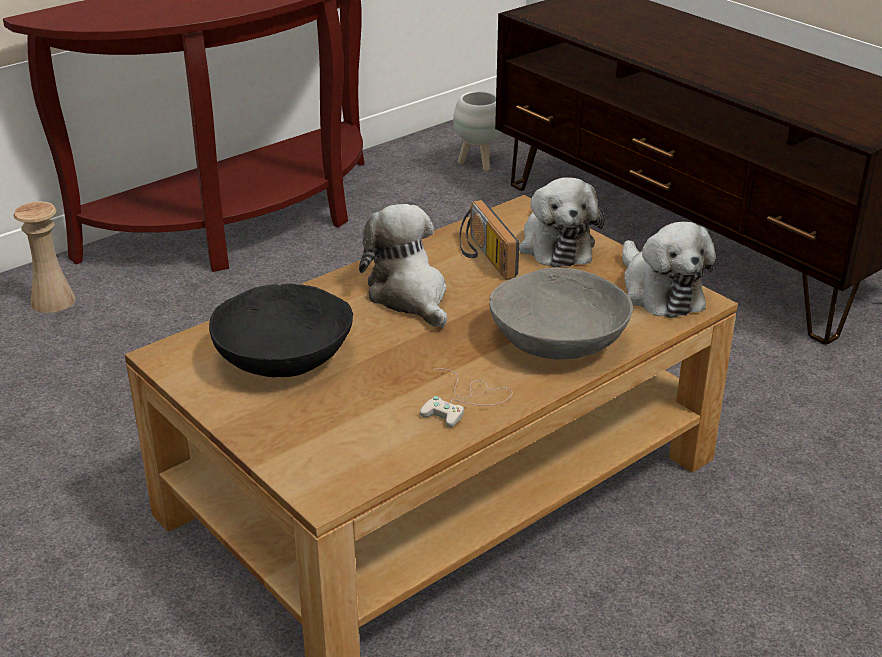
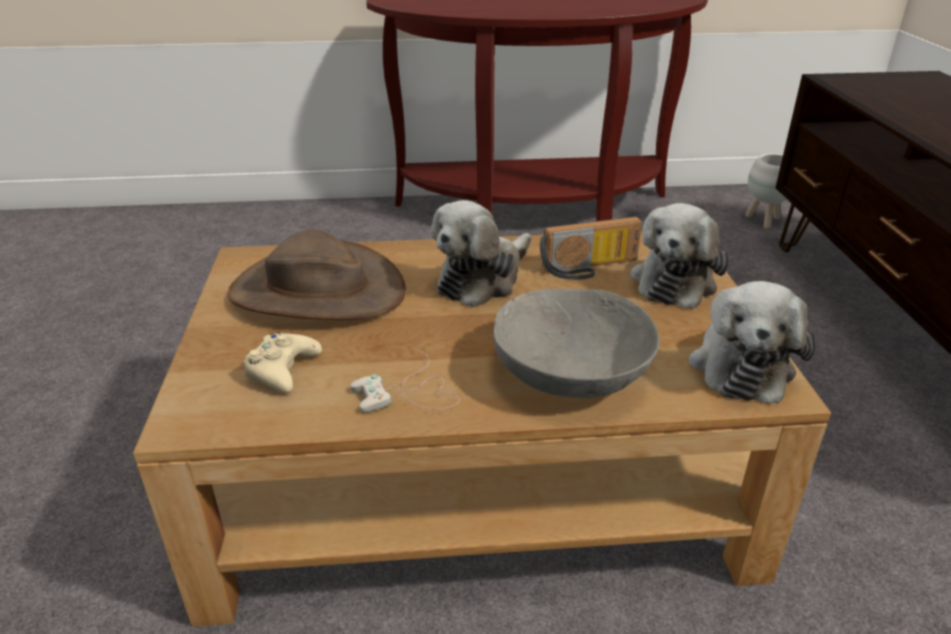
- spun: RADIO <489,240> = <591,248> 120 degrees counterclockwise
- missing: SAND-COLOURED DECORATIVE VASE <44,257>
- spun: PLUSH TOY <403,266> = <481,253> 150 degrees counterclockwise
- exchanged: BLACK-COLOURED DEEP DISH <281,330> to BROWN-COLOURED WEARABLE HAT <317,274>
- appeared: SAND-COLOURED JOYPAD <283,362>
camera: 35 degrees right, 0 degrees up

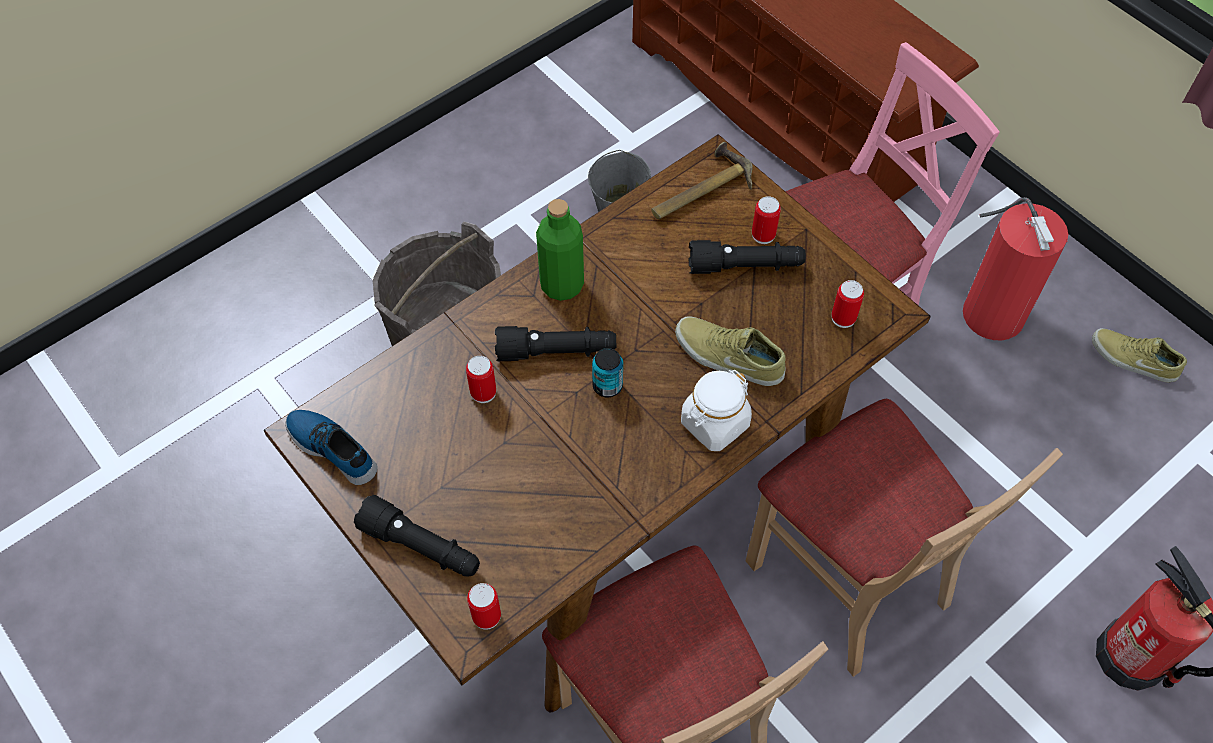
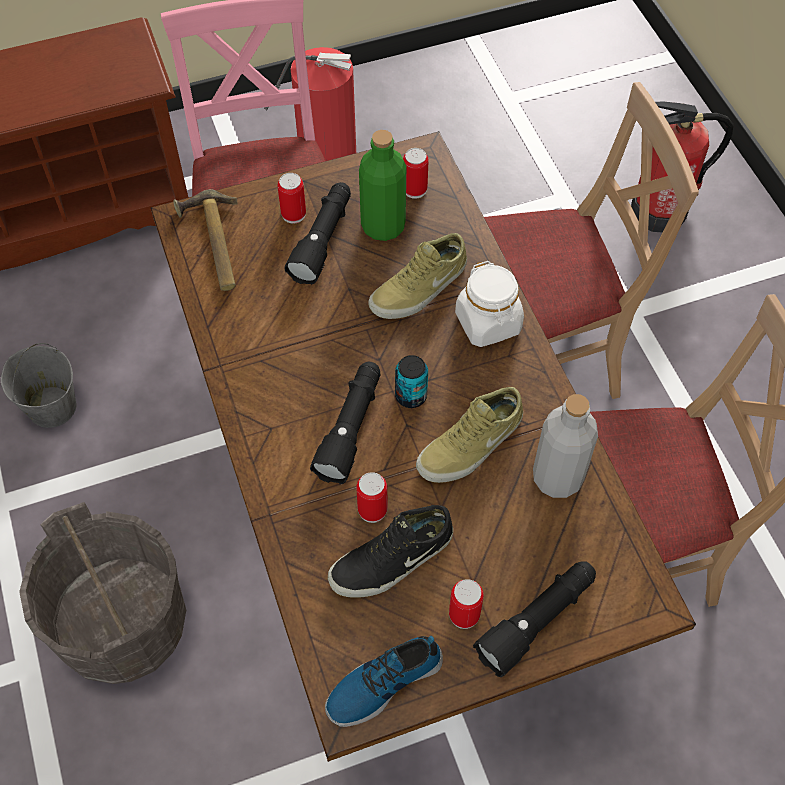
- relocated: GREEN-COLOURED DRINK BOTTLE <560,250> to <382,185>
- relocated: SAND-COLOURED SHOE <1139,355> to <469,435>
- relocated: METAL CAN <484,606> to <466,604>
- appeared: GRAY DRINK BOTTLE <565,446>
- appeared: BLACK-COLOURED SHOE <390,551>
camera: 70 degrees left, 0 degrees up

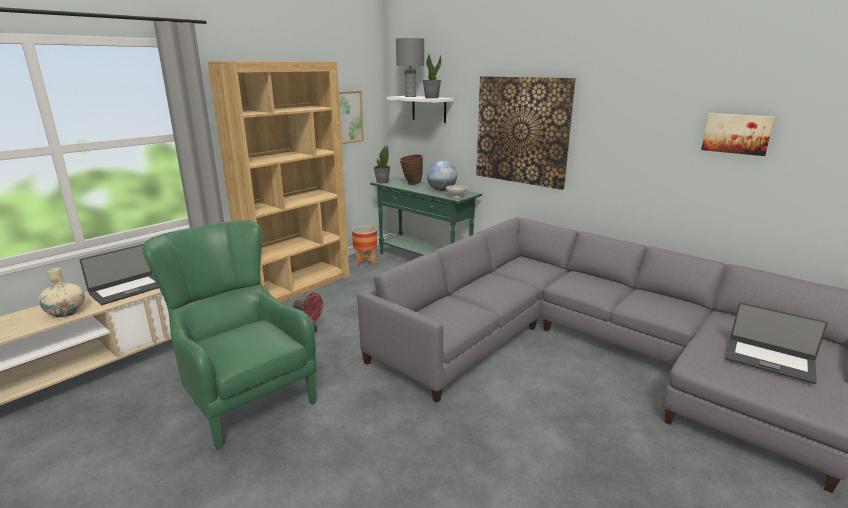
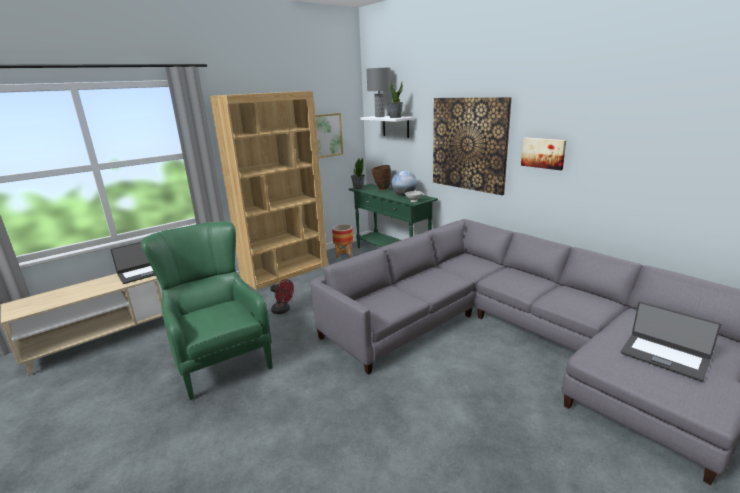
- relocated: WALL PICTURE <738,134> to <543,154>
- missing: SAND-COLOURED DECORATIVE VASE <61,292>
camera: 10 degrees right, 0 degrees up

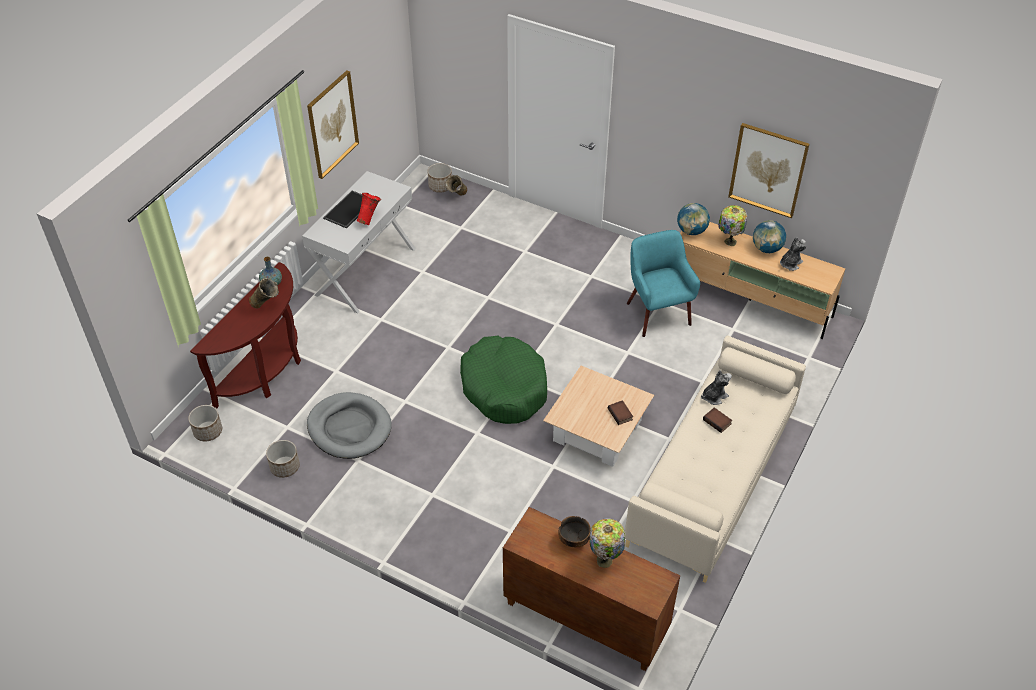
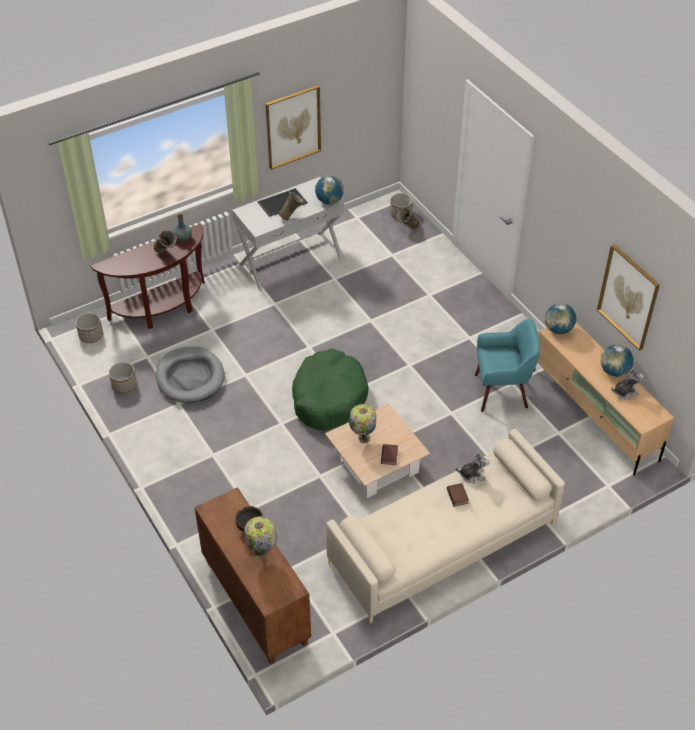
- colour: RED DECORATIVE VASE <369,209> to SAND-COLOURED DECORATIVE VASE <291,206>
- relocated: LAMP FOR A TABLE <733,225> to <362,424>
- spun: TURQUOISE-COLOURED EASY CHAIR <663,283> = <507,365> 75 degrees clockwise
- appeared: WORLD GLOBE <329,190>
camera: 30 degrees right, 0 degrees up

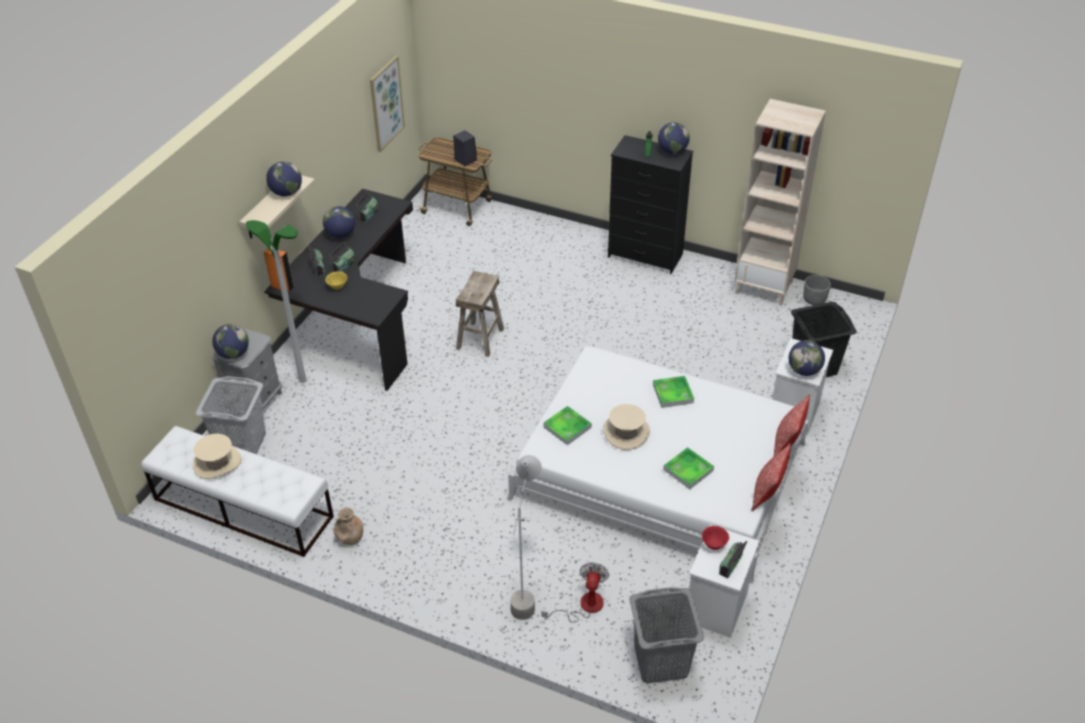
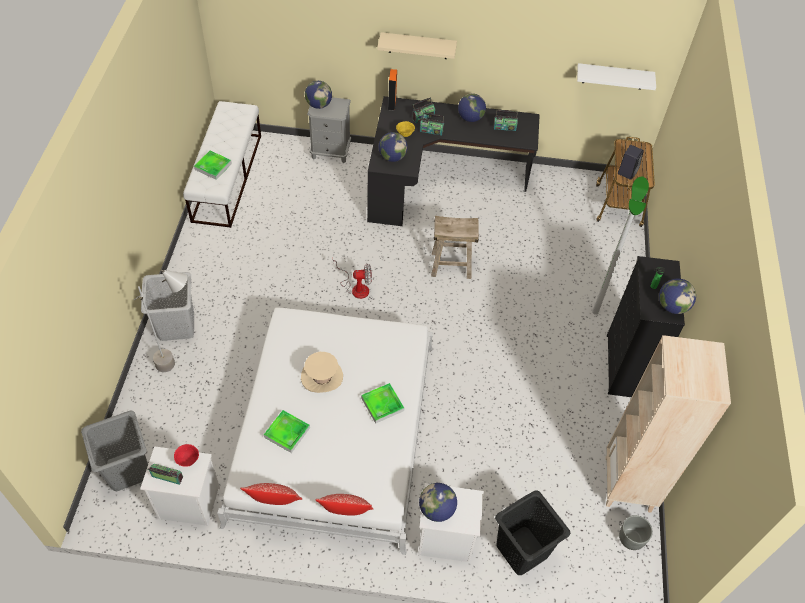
- exchanged: WALL PICTURE <387,104> to WHITE BRACKET SHELF <616,76>
- relocated: WORLD GLOBE <284,179> to <393,147>
- relocated: STANDING LAMP <276,301> to <620,246>
- relocated: GRAY WASHING BASKET <231,415> to <167,306>
- relocated: CARRYING TRAY <567,425> to <213,165>
- missing: SAND-COLOURED WEARABLE HAT <217,456>
- missing: BROWN-COLOURED DECORATIVE VASE <348,526>
- relocated: ELECTRIC FAN <575,592> to <352,279>
camera: 70 degrees right, 10 degrees up

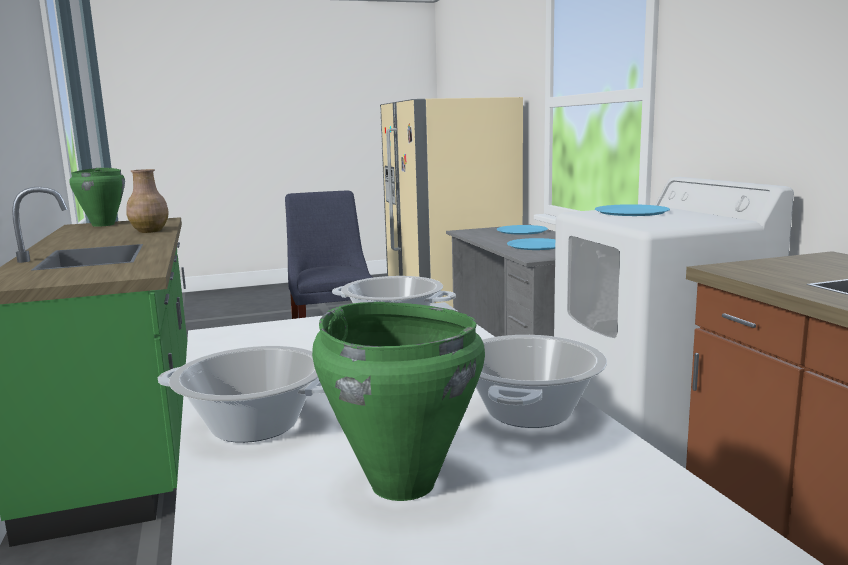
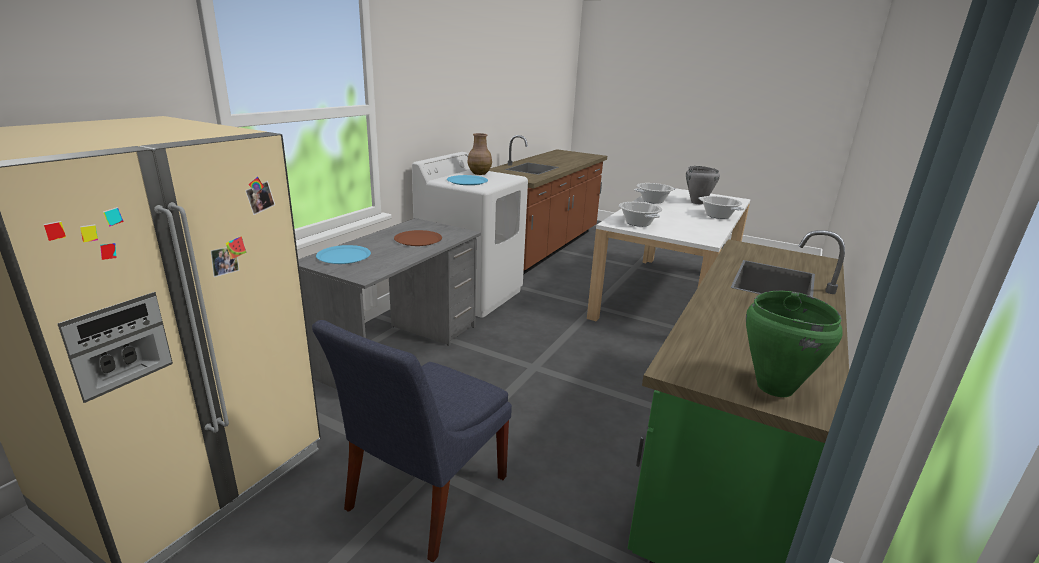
- relocated: BROWN-COLOURED DECORATIVE VASE <147,201> to <480,154>
- colour: BLUE PLATE <531,244> to BROWN-COLOURED PLATE <418,238>
- colour: GREEN-COLOURED STOCKPOT <398,401> to GRAY STOCKPOT <703,185>
camera: 135 degrees left, 10 degrees up

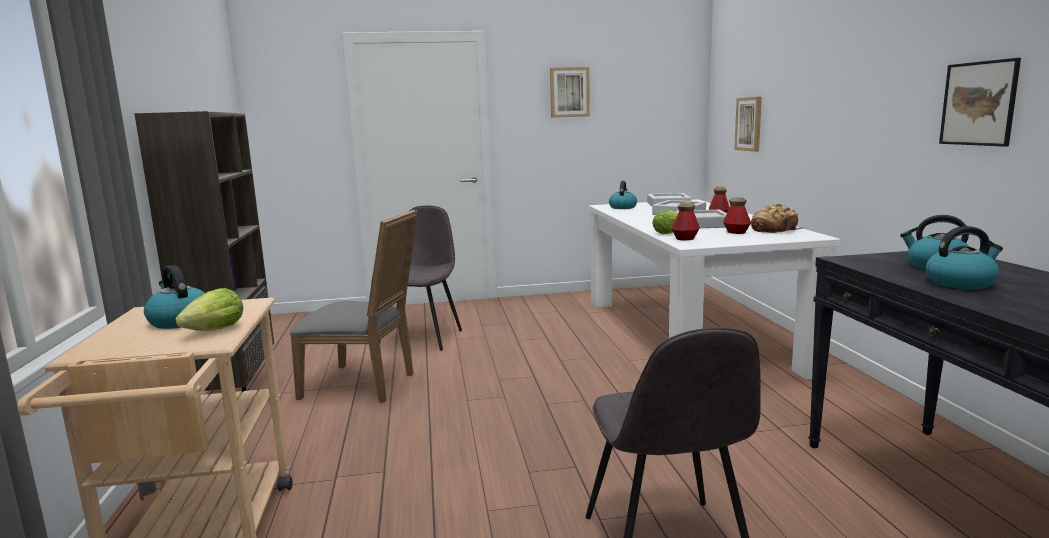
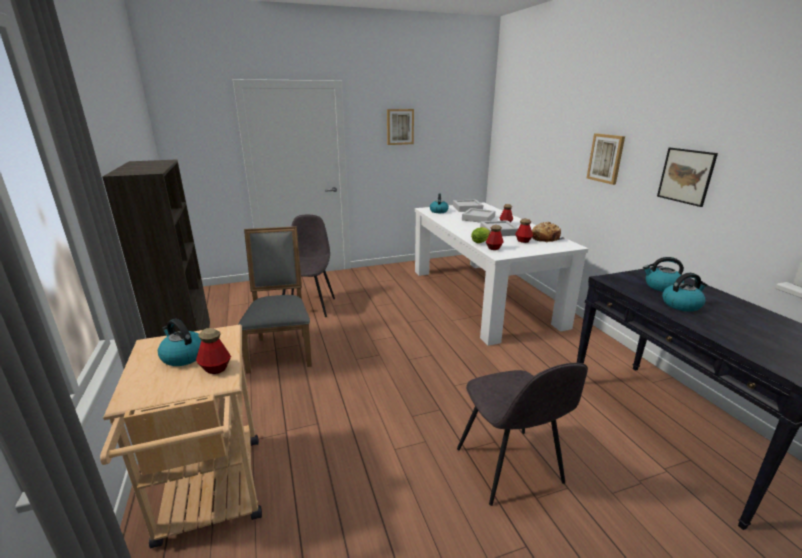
- relocated: WALL PICTURE <748,124> to <606,159>
- spun: GRAY UPRIGHT CHAIR <354,306> = <275,300> 105 degrees counterclockwise
- exchanged: LETTUCE HEAD <209,309> to DRINK BOTTLE <213,351>
camera: 10 degrees left, 10 degrees up

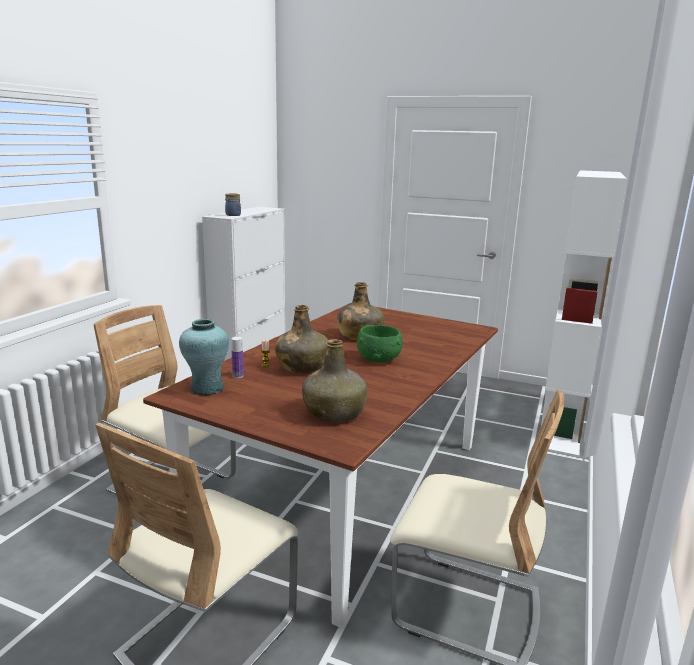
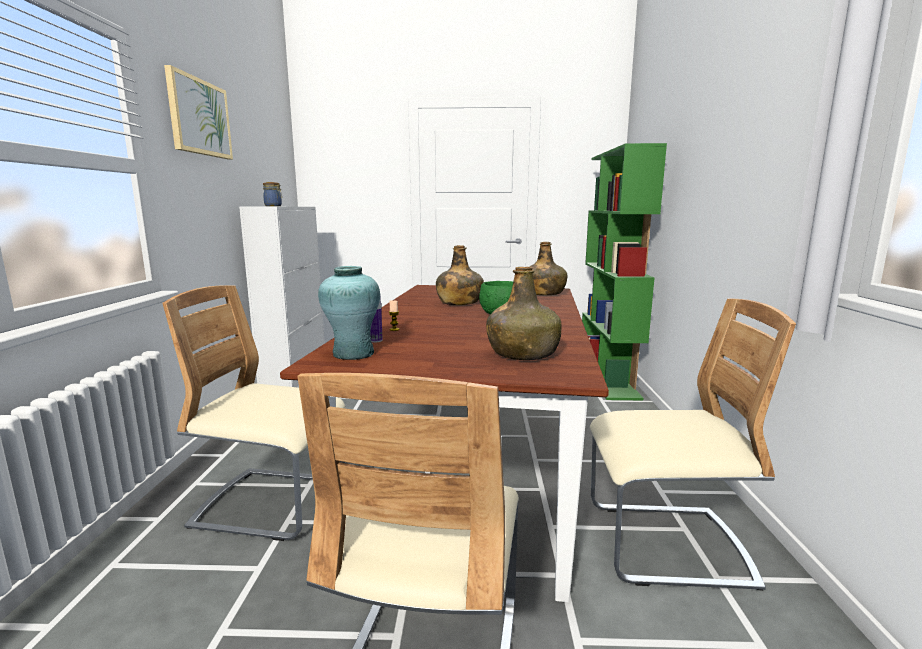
- colour: WHITE SHELVING UNIT <584,314> to GREEN-COLOURED SHELVING UNIT <624,271>
- relocated: GREEN-COLOURED DRINK BOTTLE <301,339> to <548,268>
- appeared: WALL PICTURE <198,112>
camera: 20 degrees left, 5 degrees down

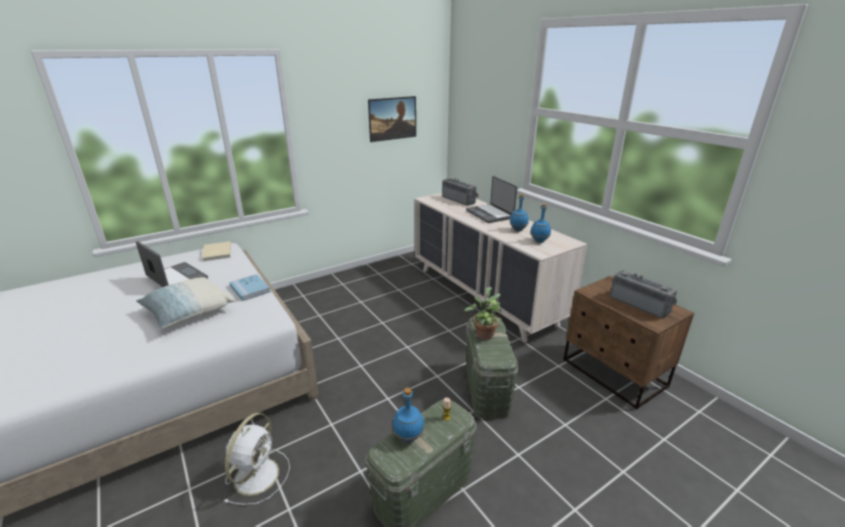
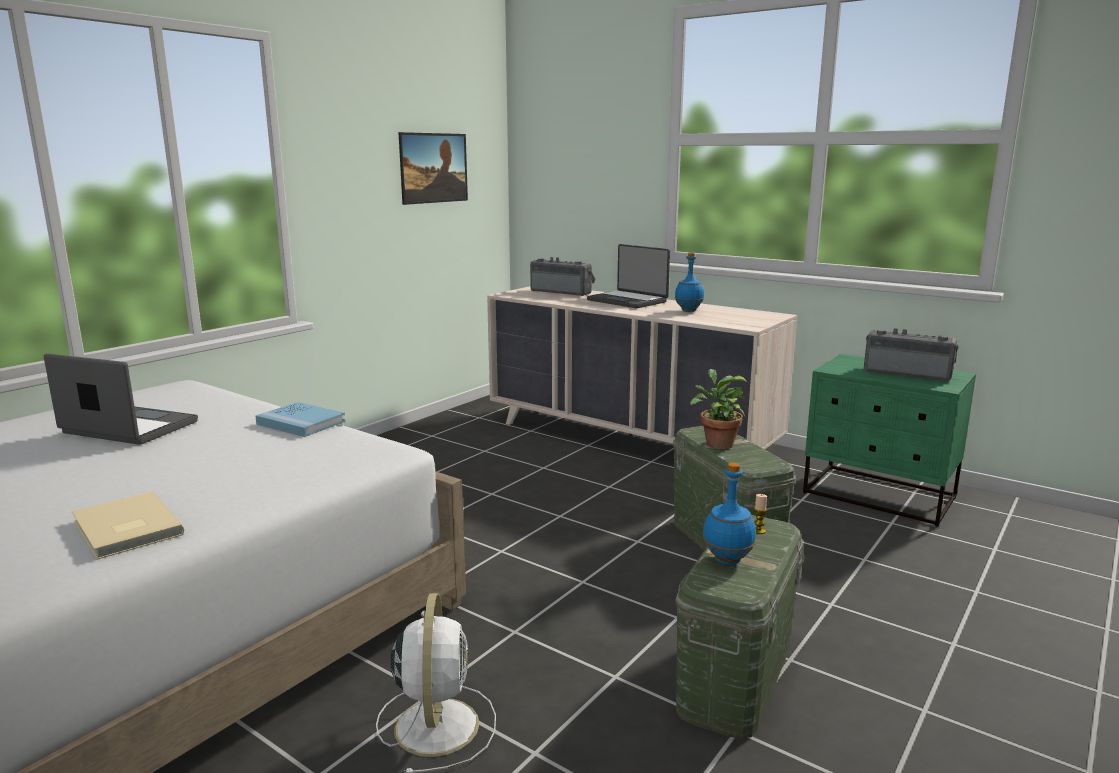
- missing: BLUE DRINK BOTTLE <540,223>
- relocated: SAND-COLOURED VOLUME <216,251> to <128,525>
- colour: BROWN-COLOURED NIGHT TABLE <628,343> to GREEN-COLOURED NIGHT TABLE <889,440>
- missing: THROW PILLOW <186,303>
camera: 20 degrees left, 10 degrees down

